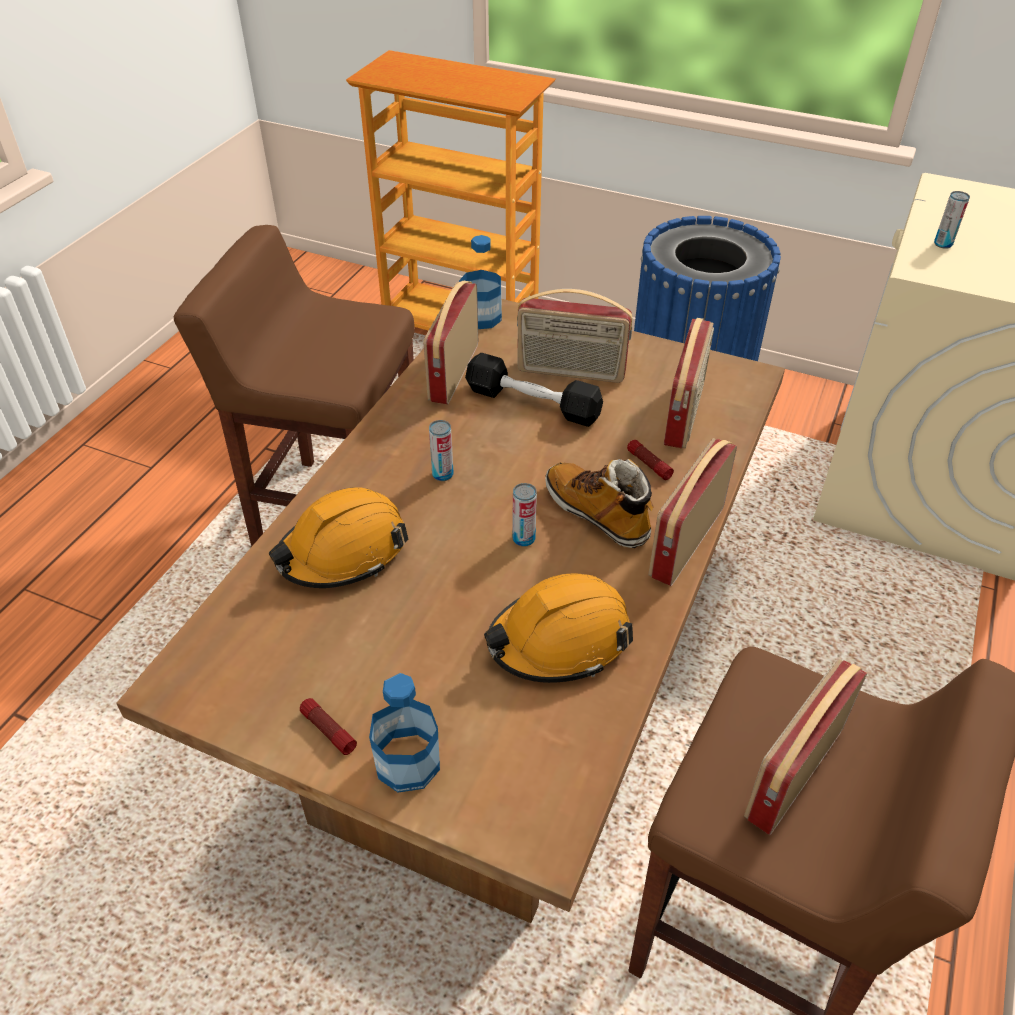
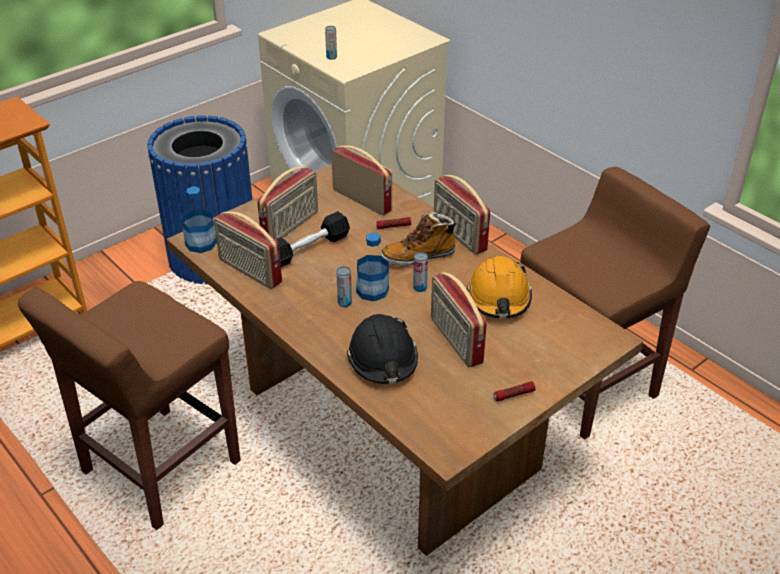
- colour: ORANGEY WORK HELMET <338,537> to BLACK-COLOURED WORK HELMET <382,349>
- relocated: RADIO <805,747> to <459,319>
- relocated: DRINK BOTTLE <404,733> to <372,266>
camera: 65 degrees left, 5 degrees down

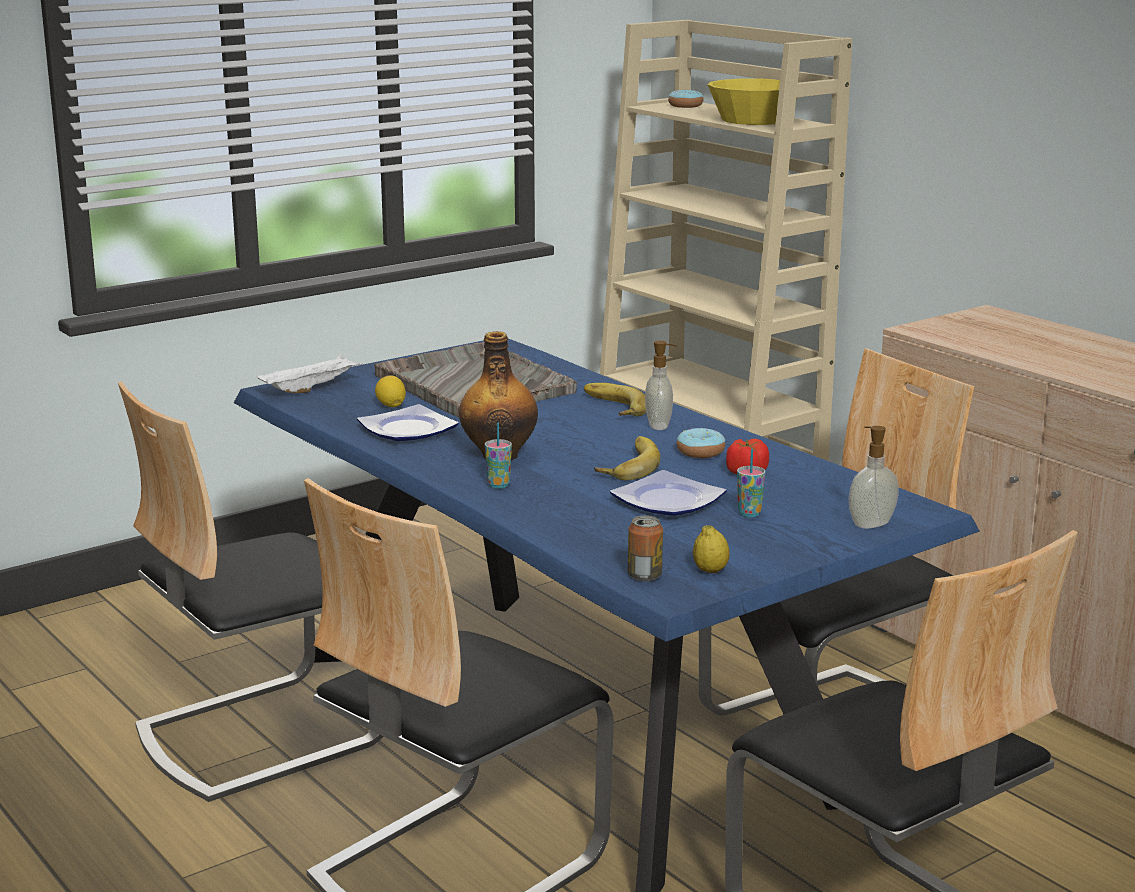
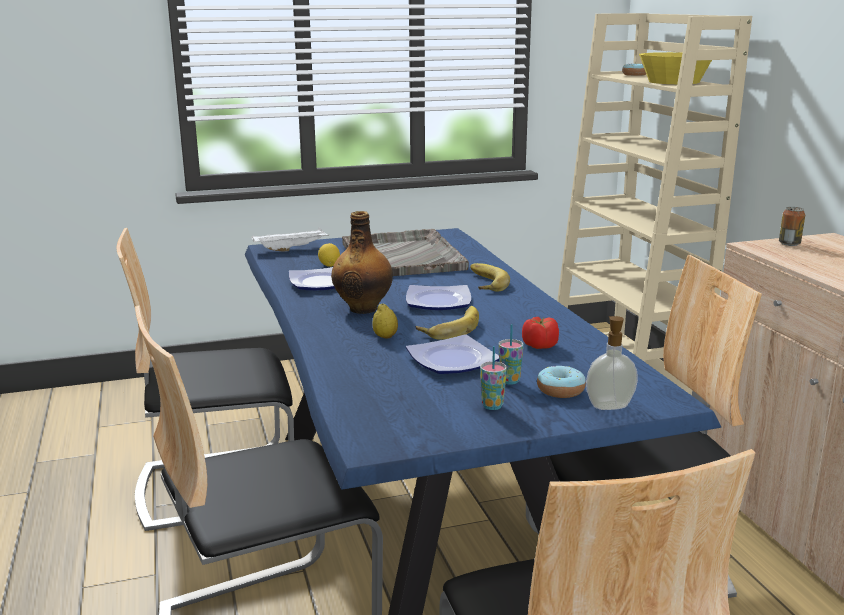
- missing: LIQUID SOAP BOTTLE <661,385>
- relocated: SMALL CUP <498,456> to <493,378>
- relocated: DOUGHNUT <701,443> to <561,382>
- relocated: METAL CAN <645,548> to <792,226>
- relocated: WHOLE LEMON <711,549> to <385,321>
- appeared: PLATE <438,297>
camera: 20 degrees right, 0 degrees up

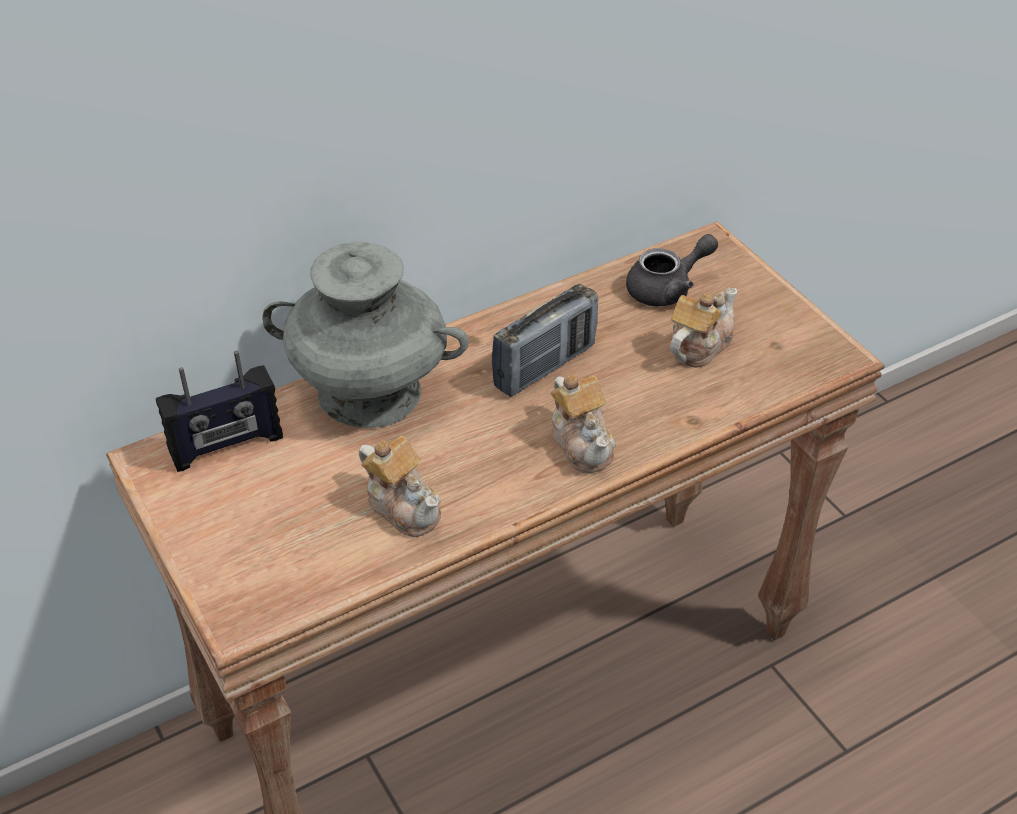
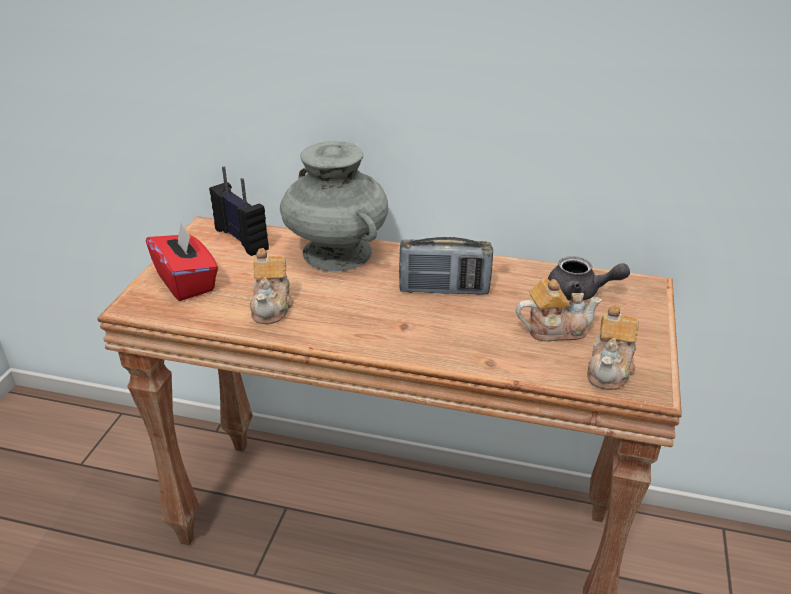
- spun: RADIO <219,411> = <239,211> 150 degrees counterclockwise
- relocated: TEAPOT <583,423> to <613,347>
- appeared: RED BOX OF TISSUES <182,262>
camera: 45 degrees right, 10 degrees down

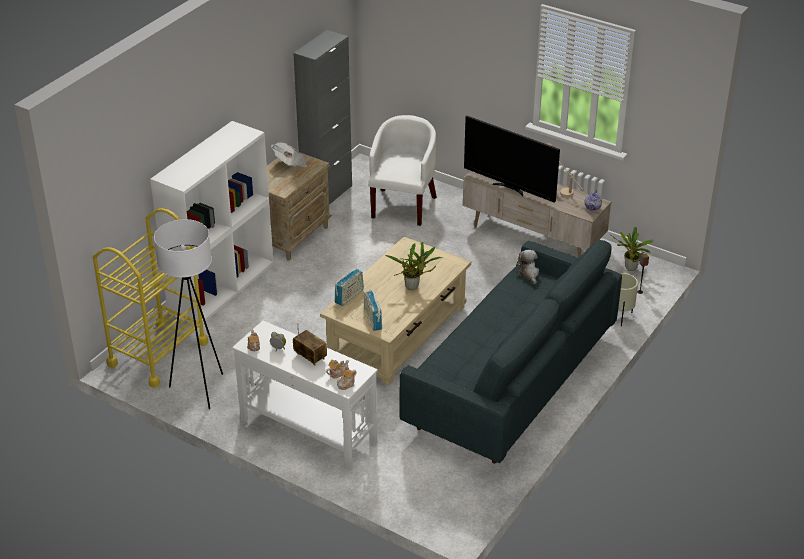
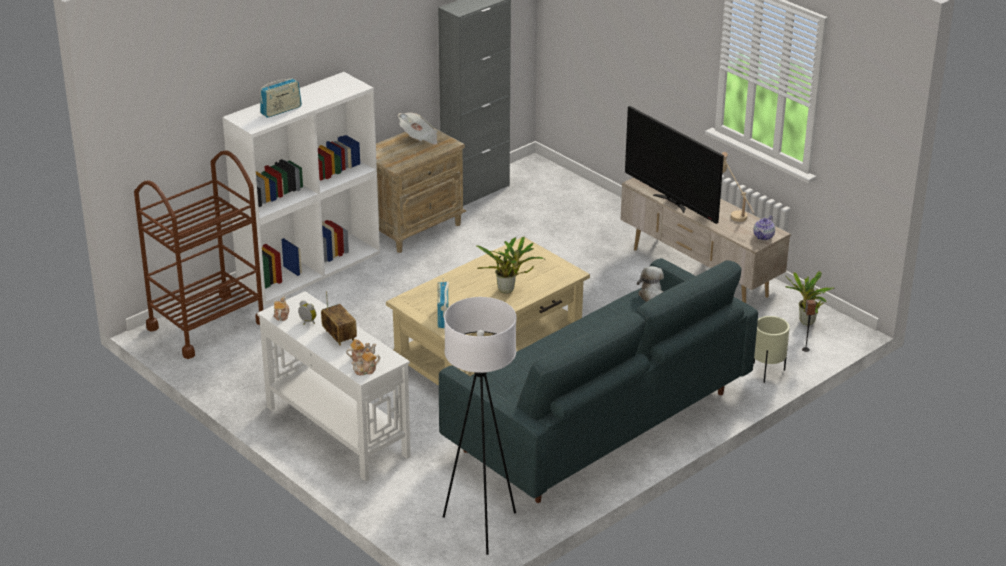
- missing: WHITE EASY CHAIR <403,170>
- colour: YELLOWISH WHEELED CART <150,298> to BROWN-COLOURED WHEELED CART <198,255>
- relocated: WHITE STANDING LAMP <188,314> to <480,426>
- relocated: RADIO <349,287> to <281,98>
camera: 15 degrees right, 5 degrees down

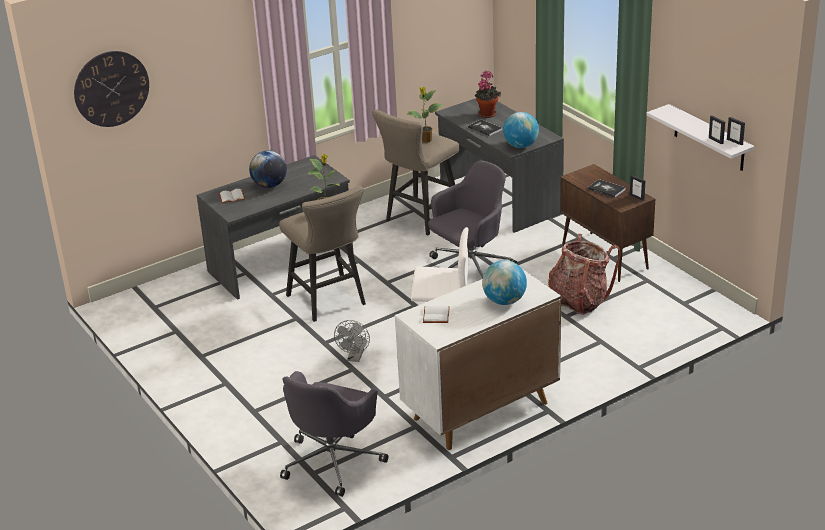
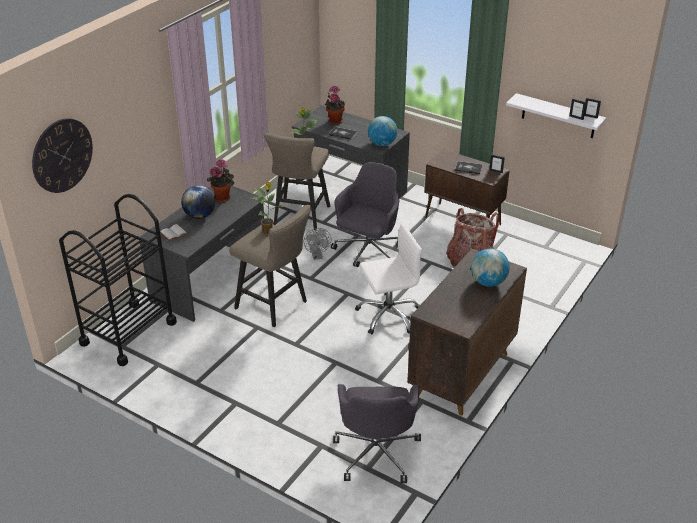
- colour: WHITE STORAGE CABINET <478,360> to BROWN-COLOURED STORAGE CABINET <467,331>
- missing: WHITE VOLUME <436,314>
- relocated: GRAY ELECTRIC FAN <352,341> to <317,244>
- appeared: HOUSEPLANT <220,180>
- appeared: BLACK-COLOURED WHEELED CART <118,280>
camera: 25 degrees left, 5 degrees up

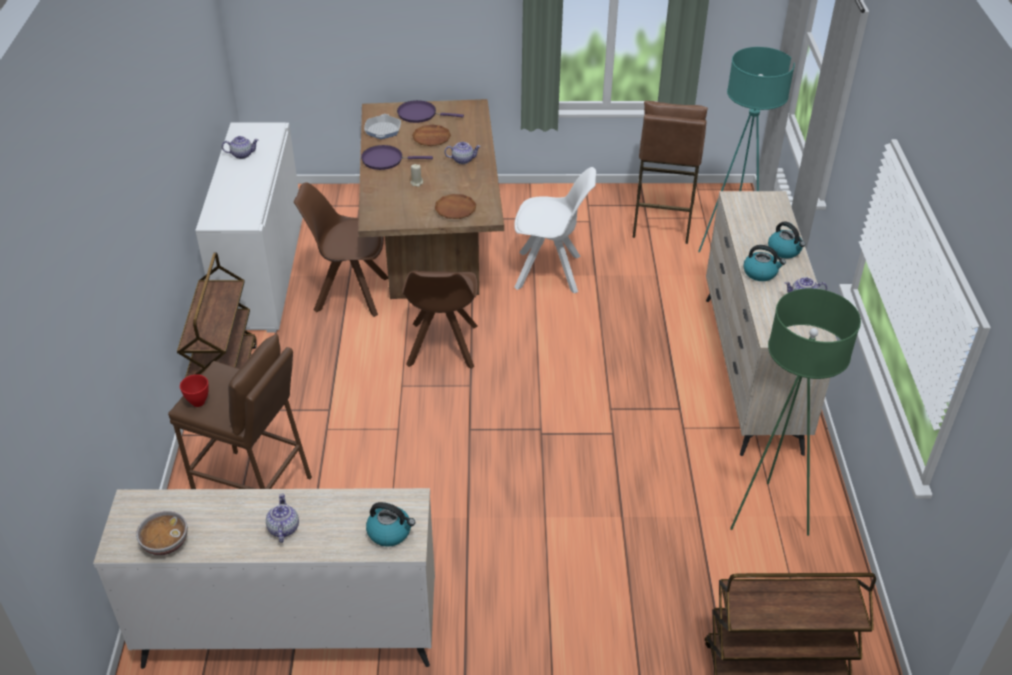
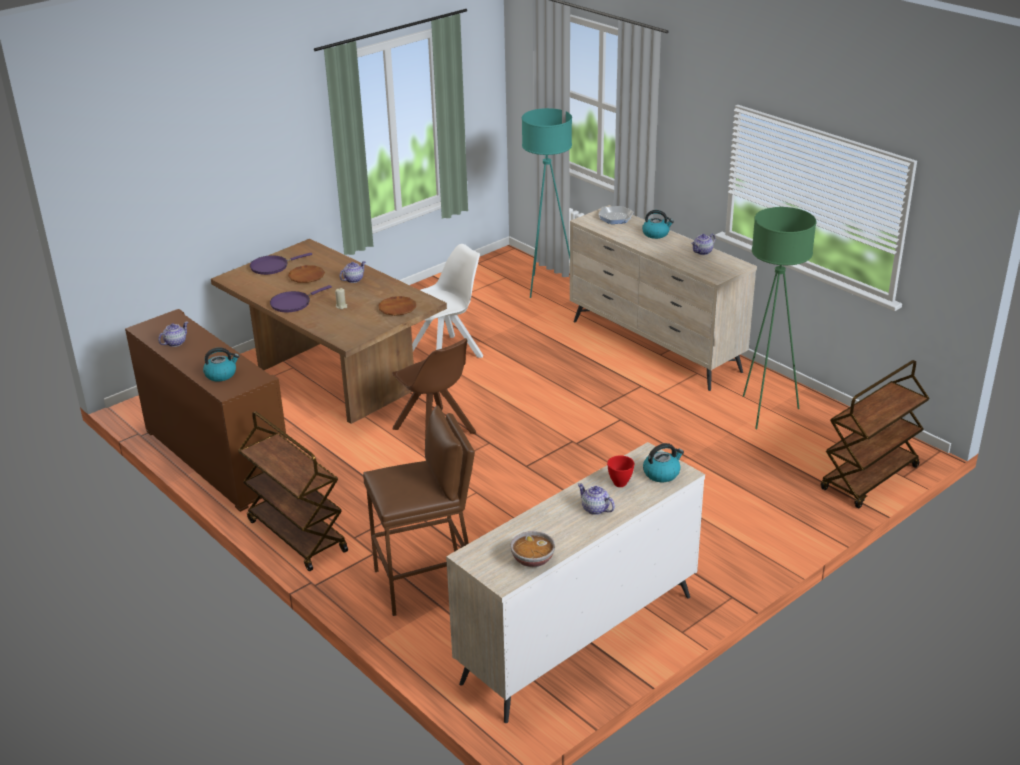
- missing: BROWN-COLOURED STOOL <670,172>
- relocated: SKILLET <382,126> to <616,215>
- colour: WHITE STORAGE CABINET <249,227> to BROWN-COLOURED STORAGE CABINET <206,410>
- missing: BROWN-COLOURED UPRIGHT CHAIR <341,249>
- relocated: KETTLE <764,263> to <221,364>
- relocated: RED DEEP DISH <194,390> to <620,471>
camera: 40 degrees left, 10 degrees down

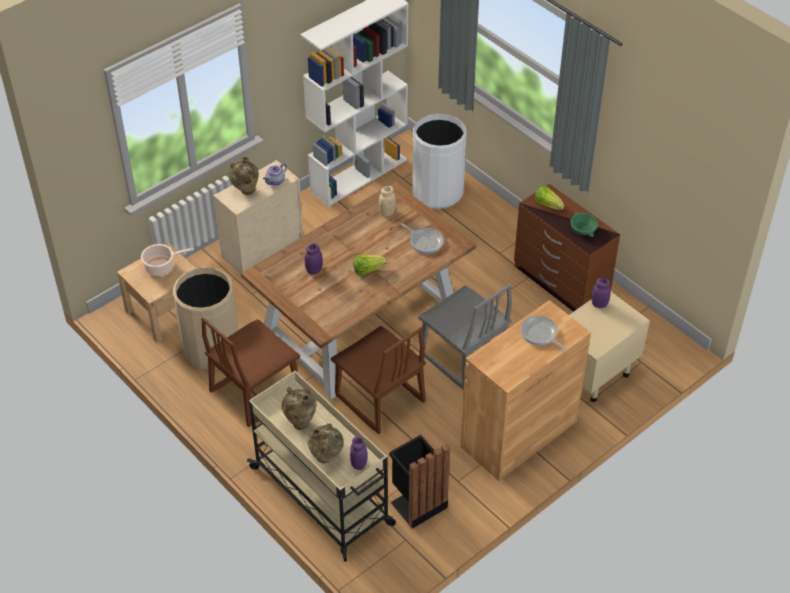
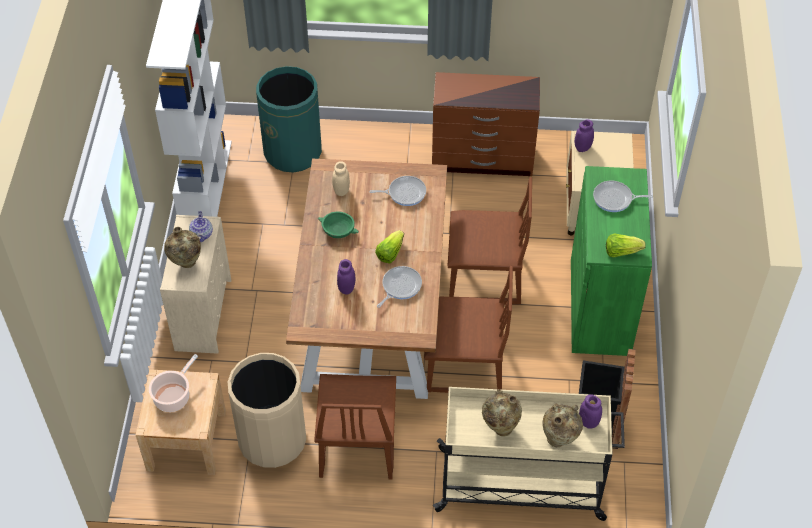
- colour: WHITE RUBBISH BIN <439,161> to GREEN-COLOURED RUBBISH BIN <289,119>
- relocated: LETTUCE HEAD <549,198> to <626,245>
- relocated: GREEN-COLOURED DEEP DISH <584,224> to <338,225>
- colour: GRAY UPRIGHT CHAIR <465,337> to BROWN-COLOURED UPRIGHT CHAIR <489,241>
- colour: BROWN-COLOURED STORAGE CABINET <525,390> to GREEN-COLOURED STORAGE CABINET <611,261>
- appeared: SKILLET <399,287>
camera: 45 degrees left, 5 degrees up

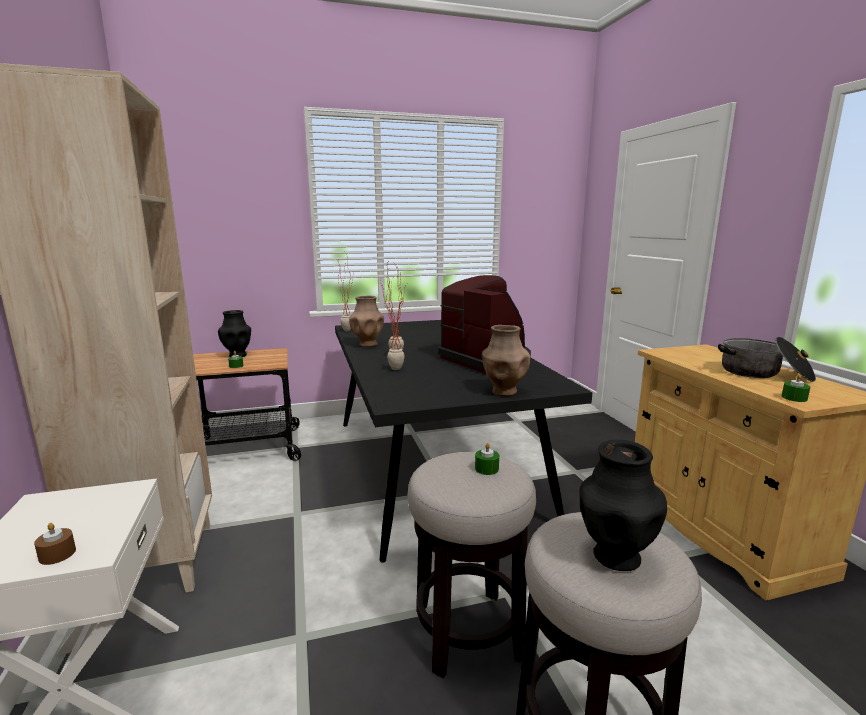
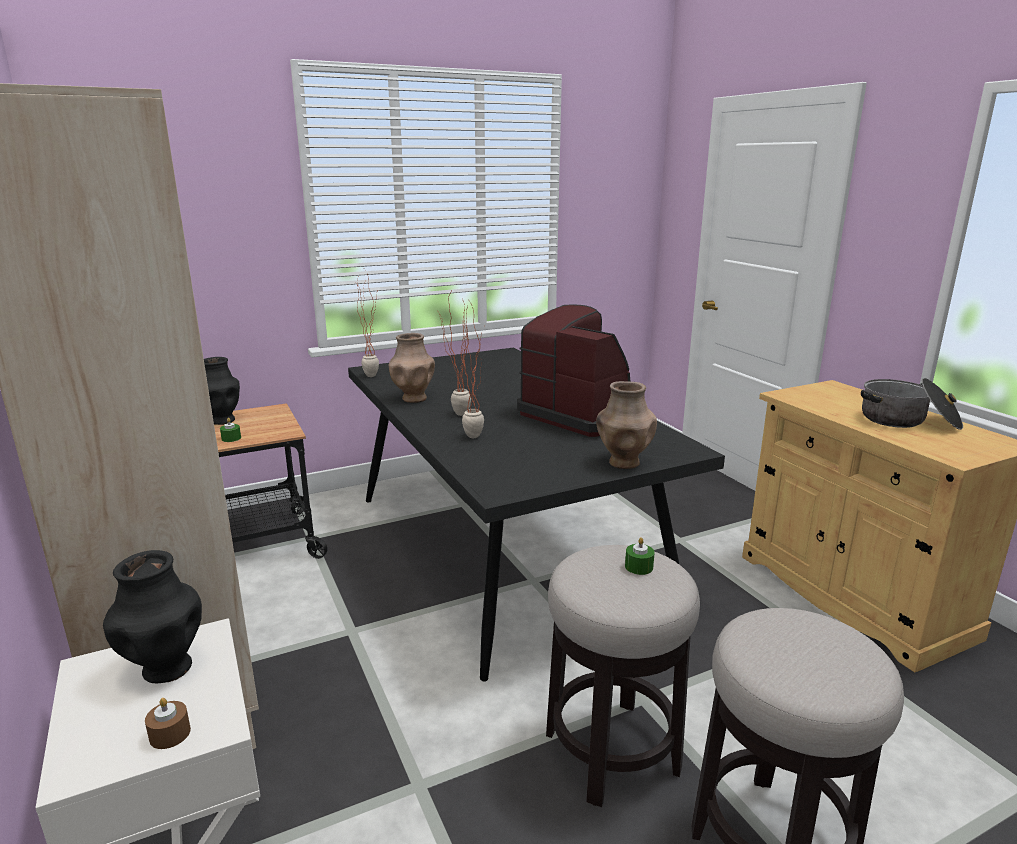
- missing: GREEN-COLOURED WAX LIGHT <796,388>
- relocated: BLACK-COLOURED DECORATIVE VASE <623,505> to <152,616>
camera: 10 degrees left, 5 degrees up

